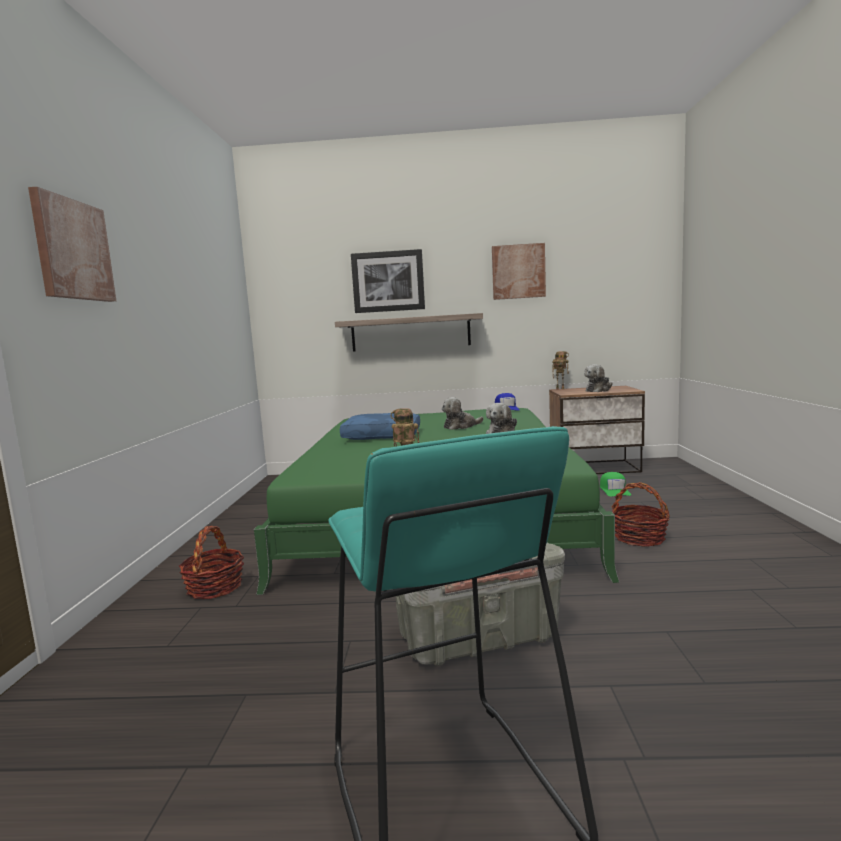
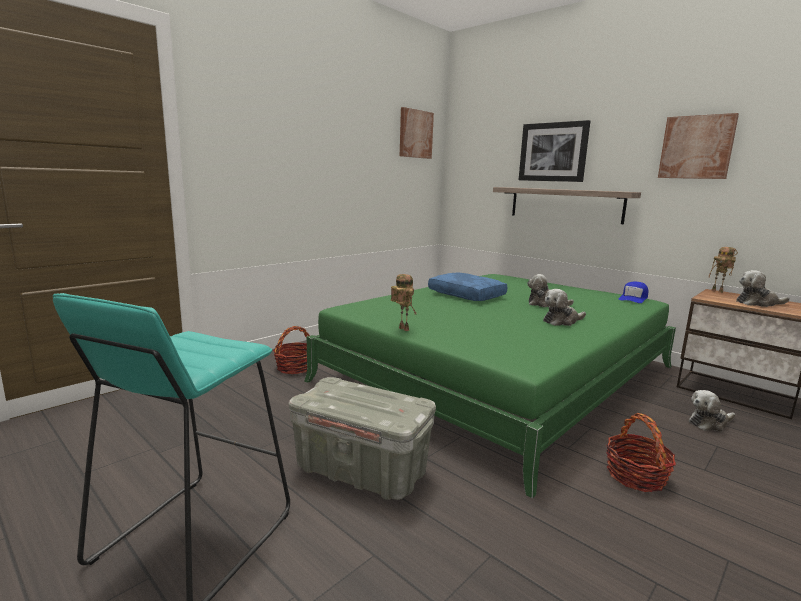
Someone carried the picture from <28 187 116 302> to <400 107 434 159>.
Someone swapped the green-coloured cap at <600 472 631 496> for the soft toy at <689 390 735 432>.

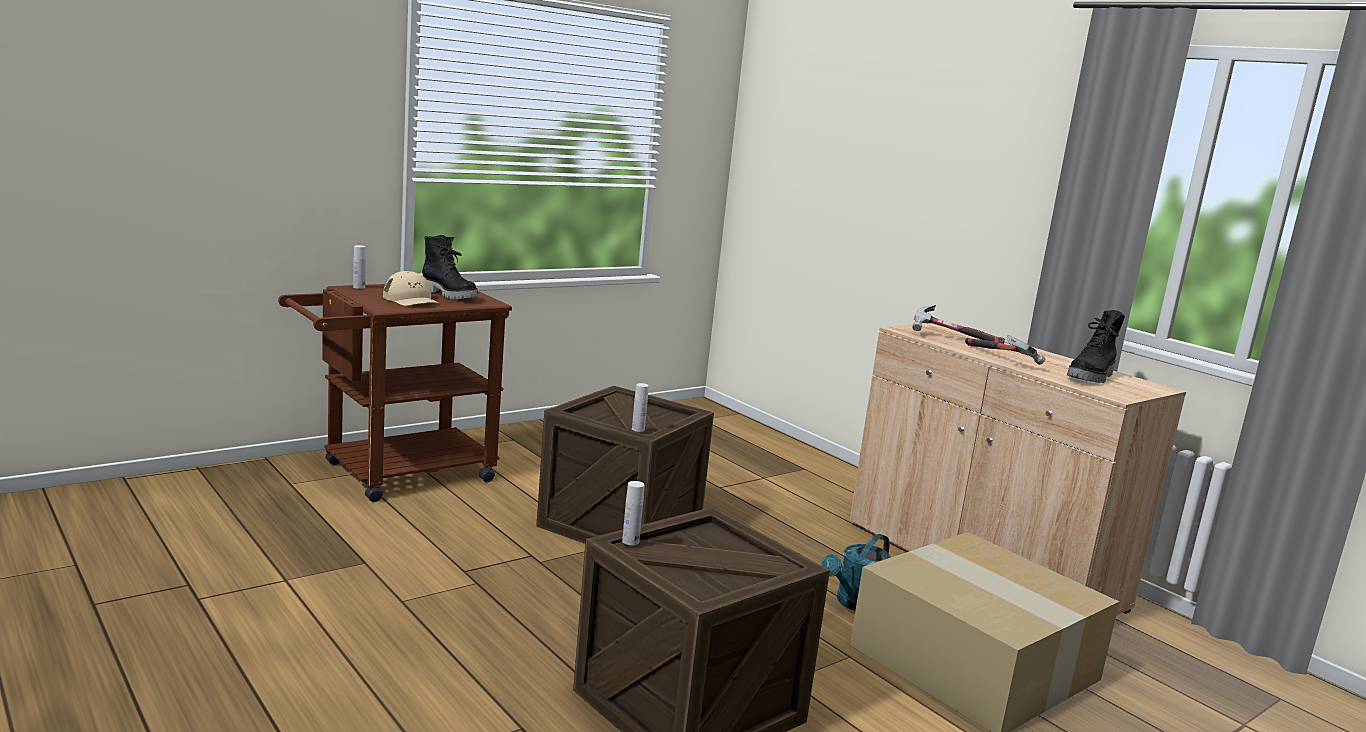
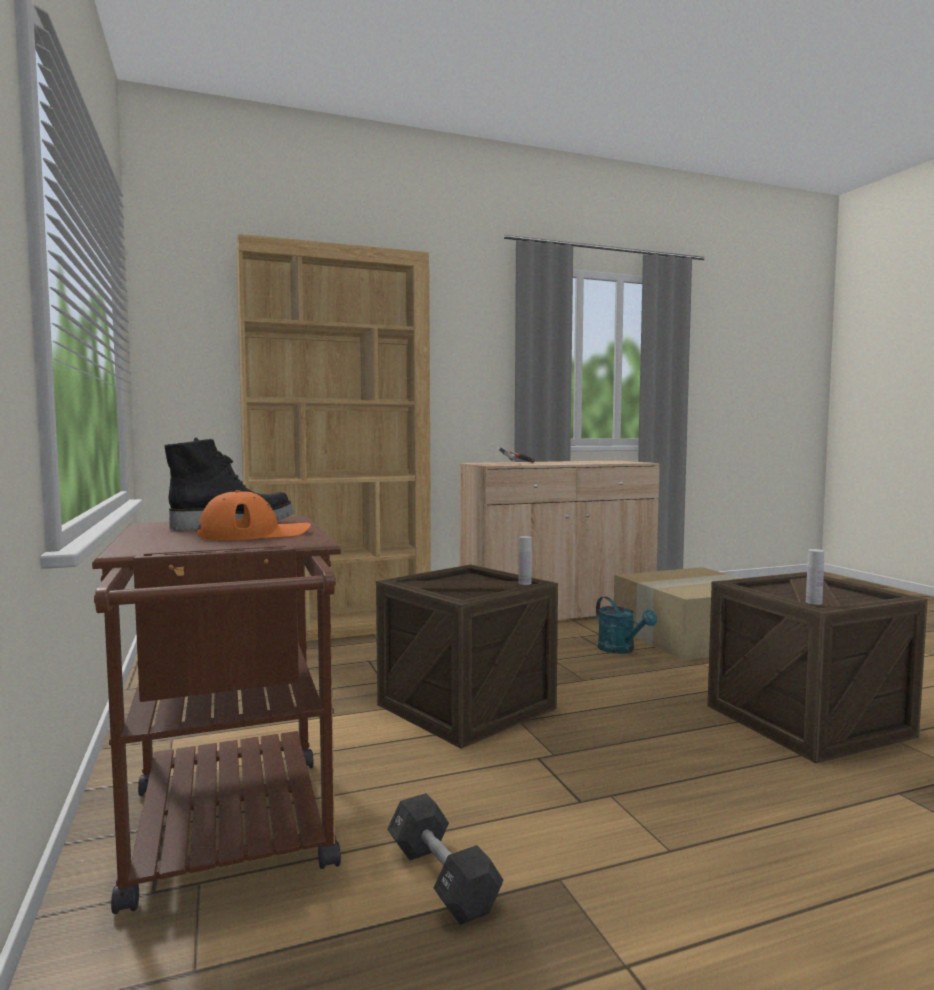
Someone took away the white drink bottle at <353 245 366 289>.
Someone repainted the beige-coloured cap at <383 271 440 306>, which became the orange-coloured cap at <197 490 311 540>.
Someone took away the hammer at <965 335 1045 365>.
Someone took away the blackish tall boot at <1067 310 1125 383>.
Someone put down the brown-coloured shelving unit at <236 234 431 641>.
Someone put down the blackish hand weight at <387 793 504 925>.

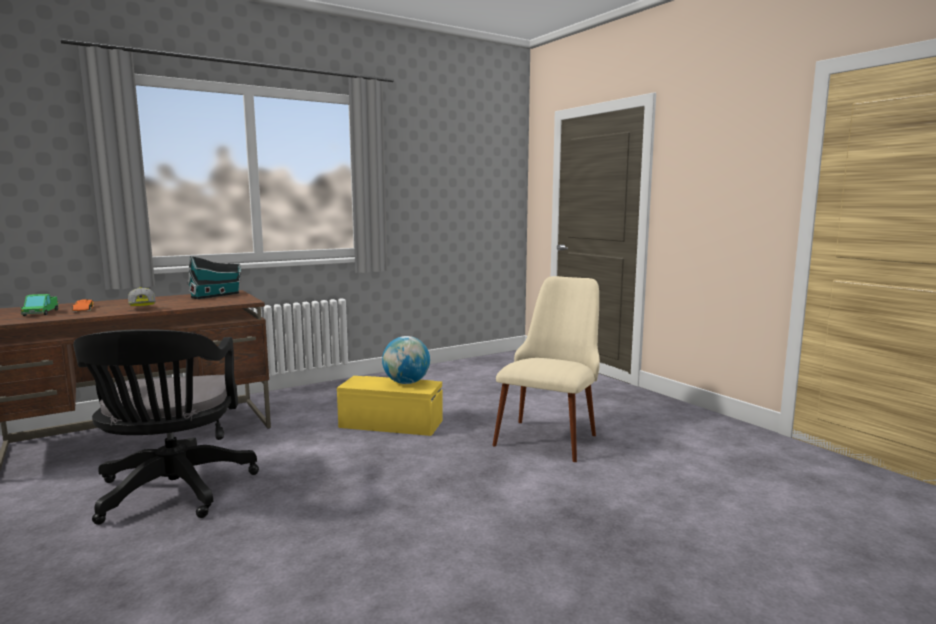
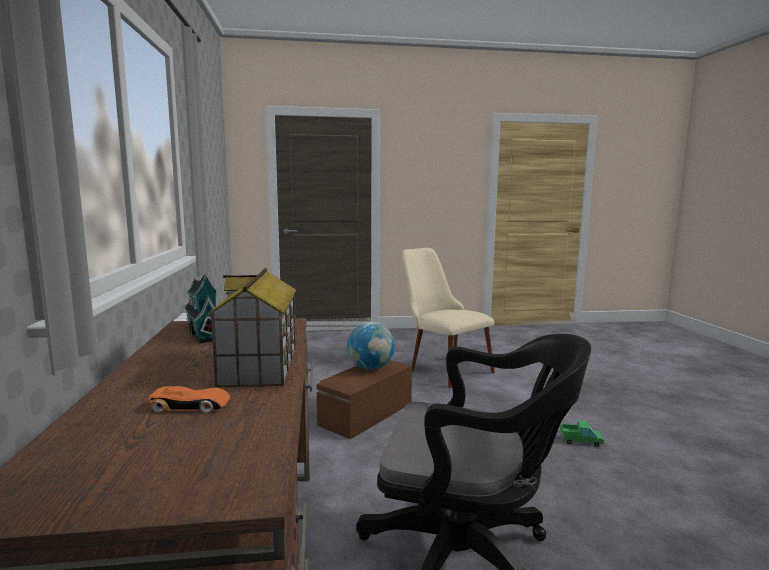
Someone carried the model truck from <21 294 59 316> to <560 420 604 447>.
Someone swapped the cap at <128 287 156 306> for the miniature house at <208 268 297 387>.
Someone repainted the yellow-coloured storage box at <337 376 443 436>, which became the brown-coloured storage box at <316 360 412 439>.

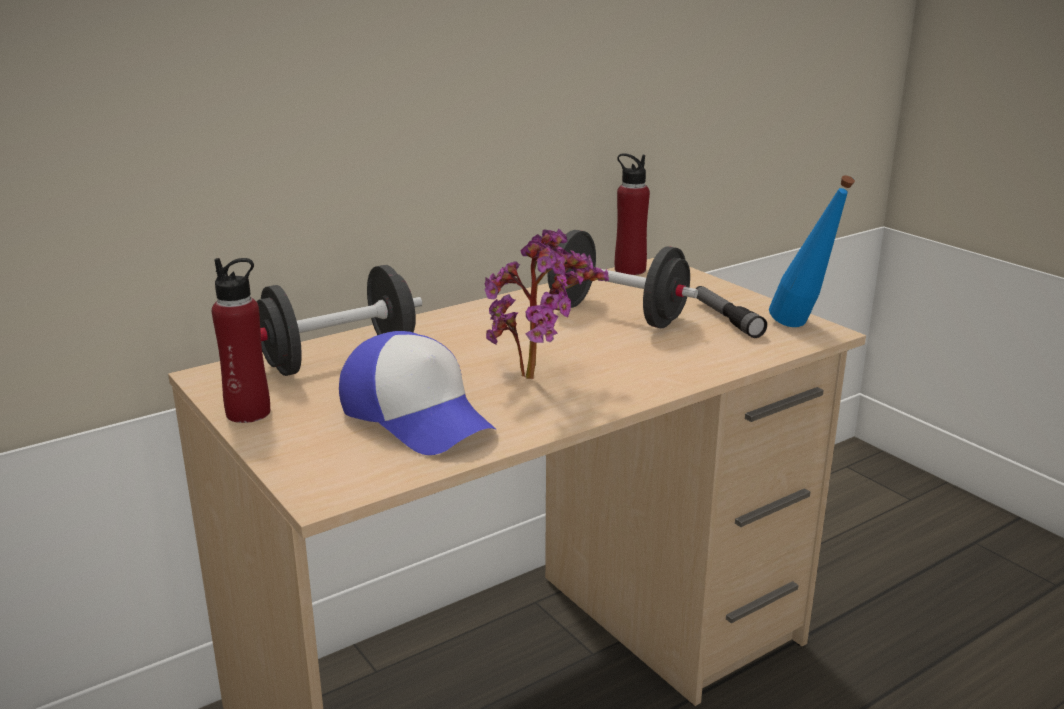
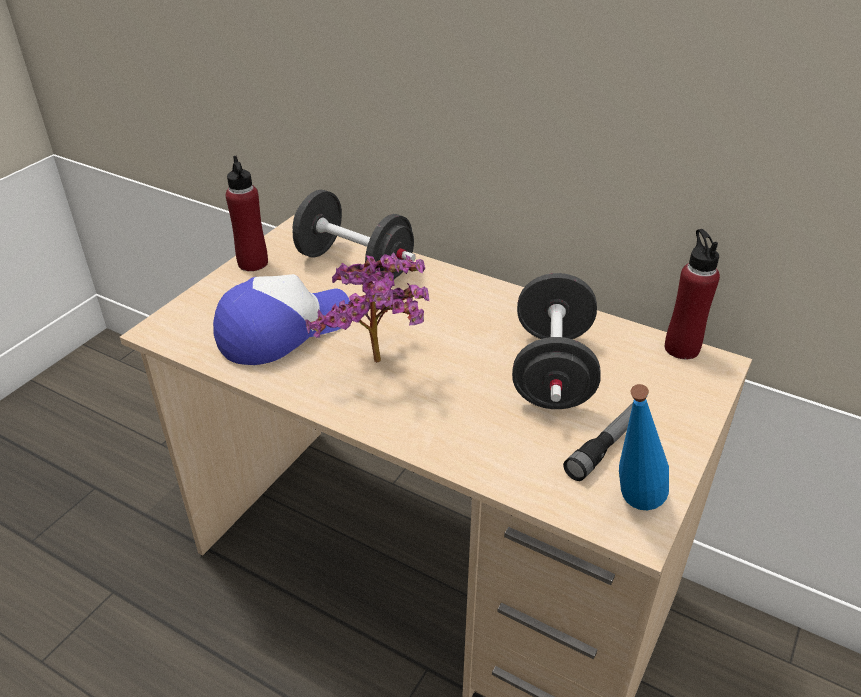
Someone rotated the cap at <339 331 496 455> by 150 degrees counterclockwise.

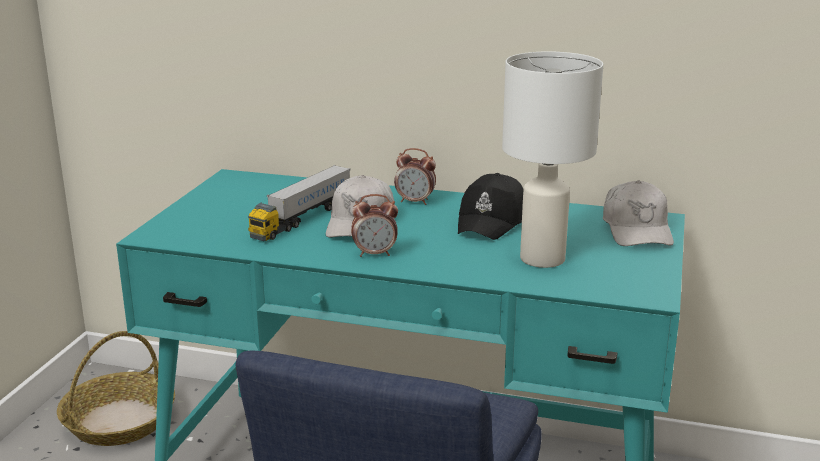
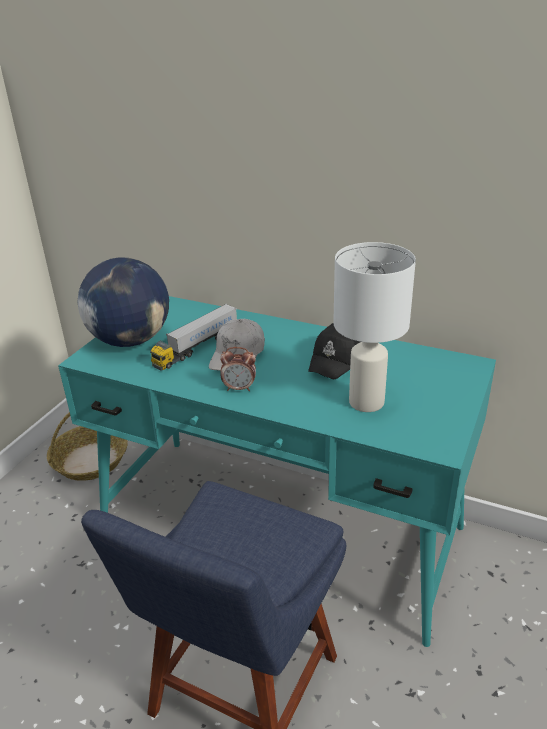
Someone took away the alarm clock at <394 148 436 205>.
Someone took away the white cap at <603 180 674 246>.
Someone put down the desk globe at <78 257 169 347>.

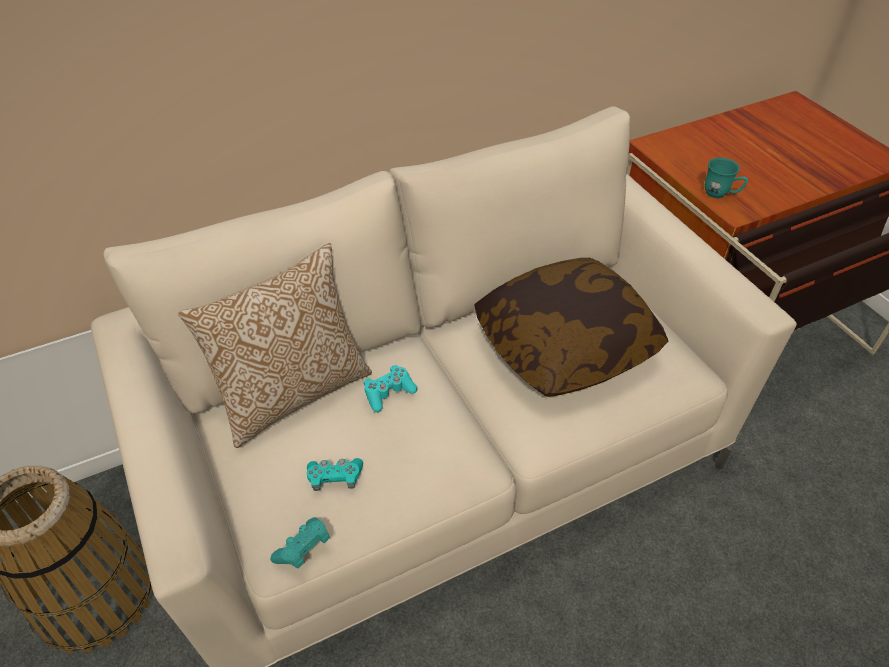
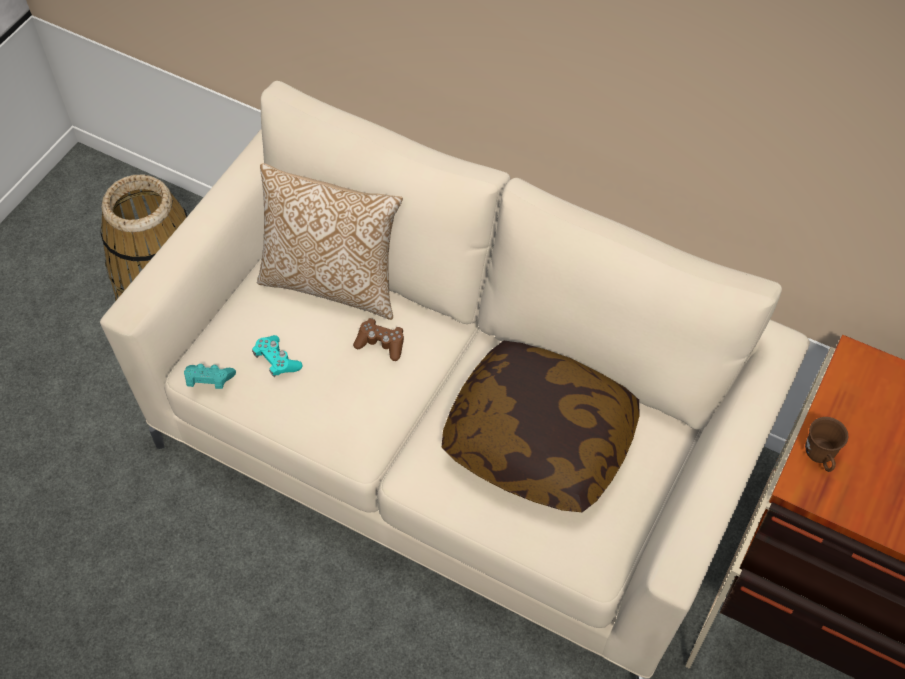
Someone repainted the blue-green gamepad at <364 365 417 412>, which became the brown-coloured gamepad at <353 318 404 361>.
Someone repainted the blue-green mug at <705 158 748 198>, which became the brown-coloured mug at <805 417 848 472>.

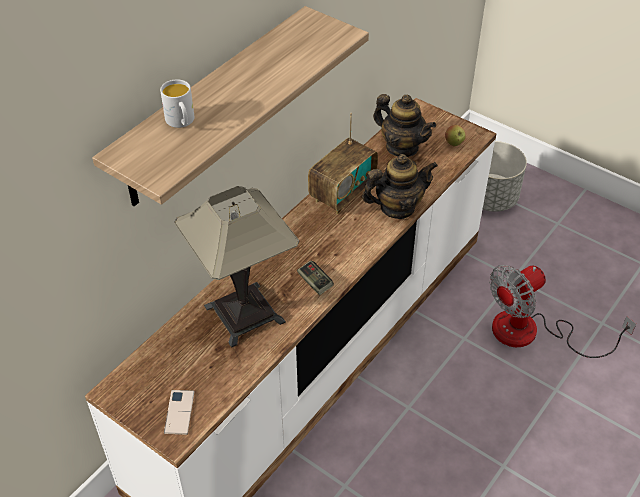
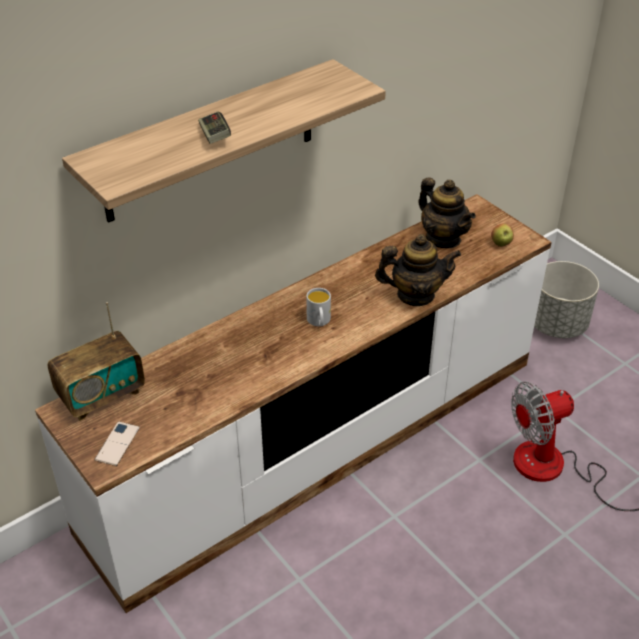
Someone carried the white mug from <160 79 194 128> to <306 288 331 326>.
Someone took away the lamp for a table at <174 186 299 348>.
Someone carried the gamepad from <297 260 334 295> to <198 111 231 144>.
Someone carried the radio from <308 113 378 215> to <48 302 145 421>.

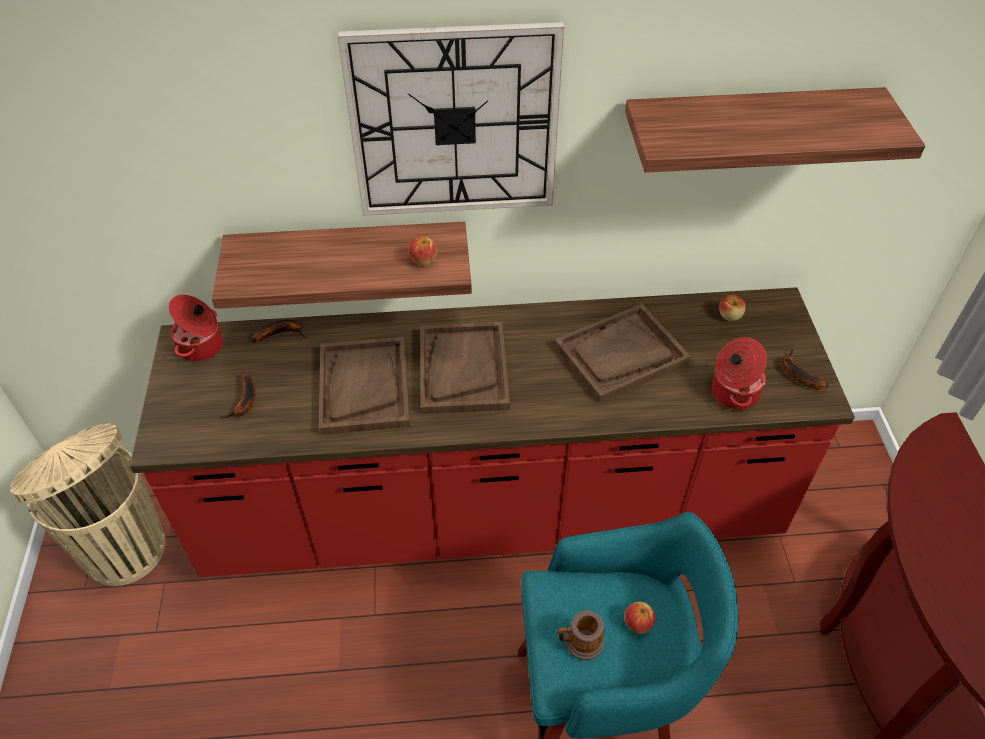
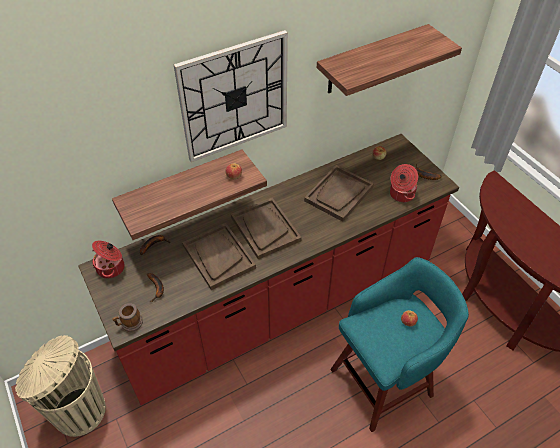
Someone carried the mug from <557 610 604 660> to <112 303 143 332>.

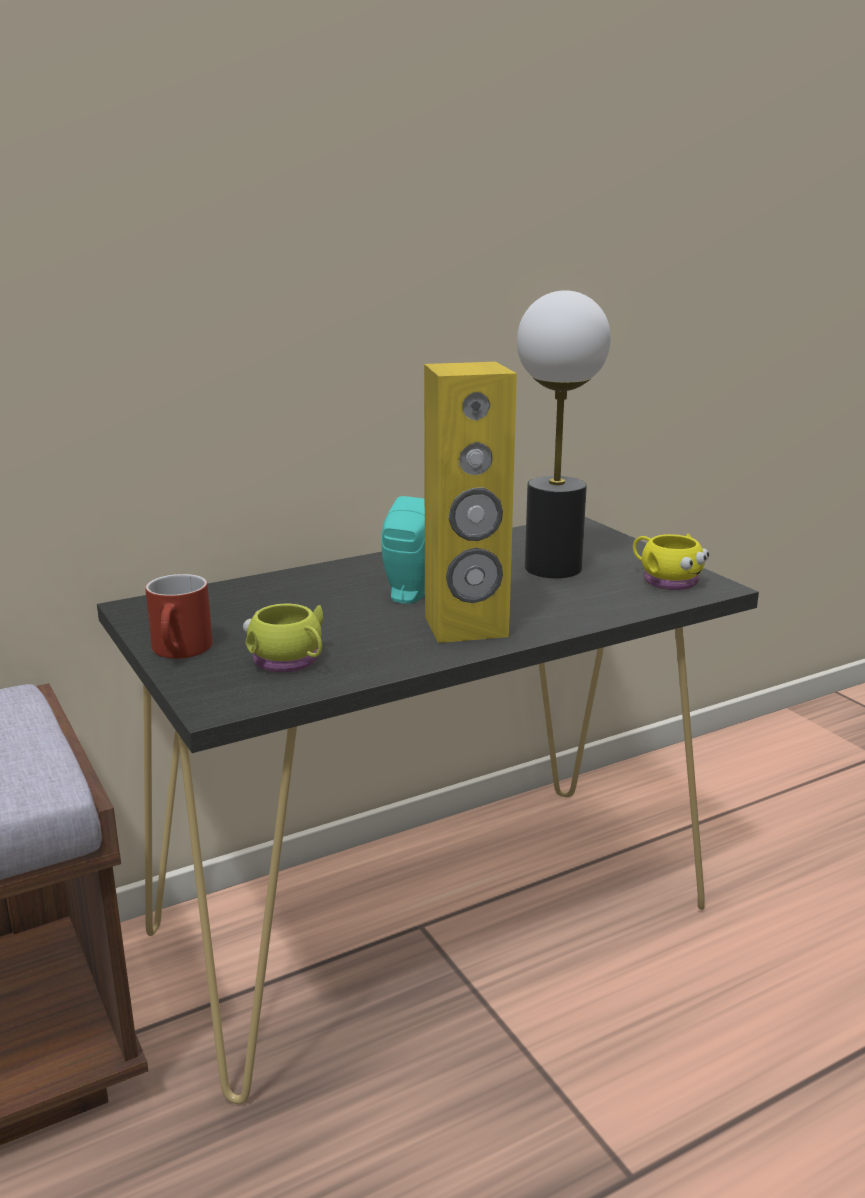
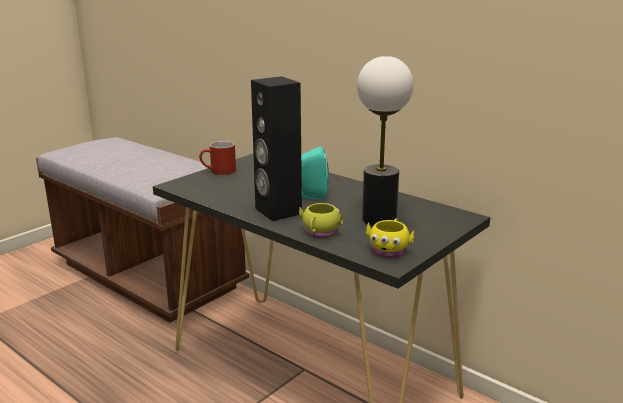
Someone carried the yellow-coloured mug from <243 604 323 673> to <299 203 343 238>.
Someone repainted the yellow-coloured audio speaker at <424 362 517 643>, which became the blackish audio speaker at <251 76 302 221>.

